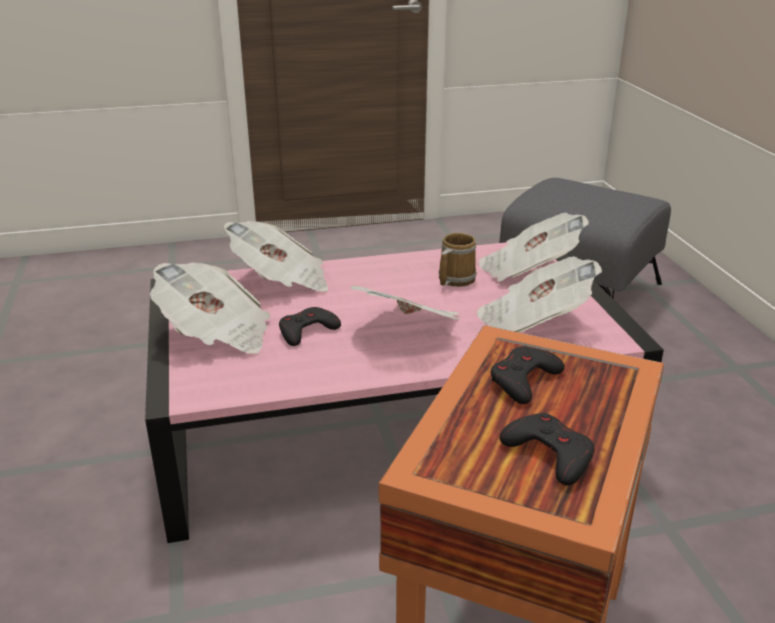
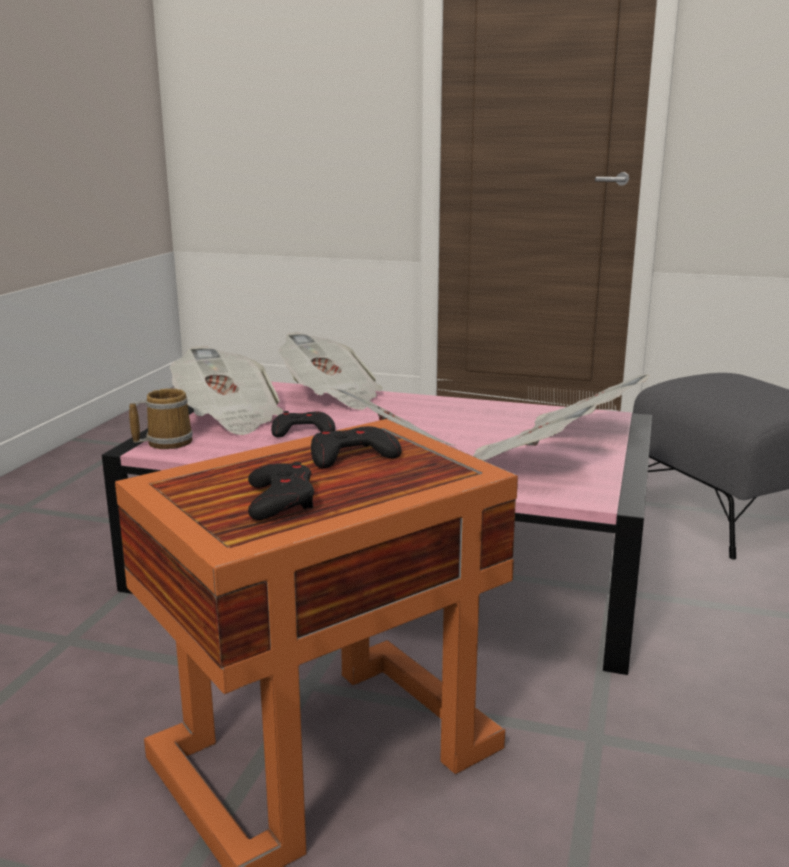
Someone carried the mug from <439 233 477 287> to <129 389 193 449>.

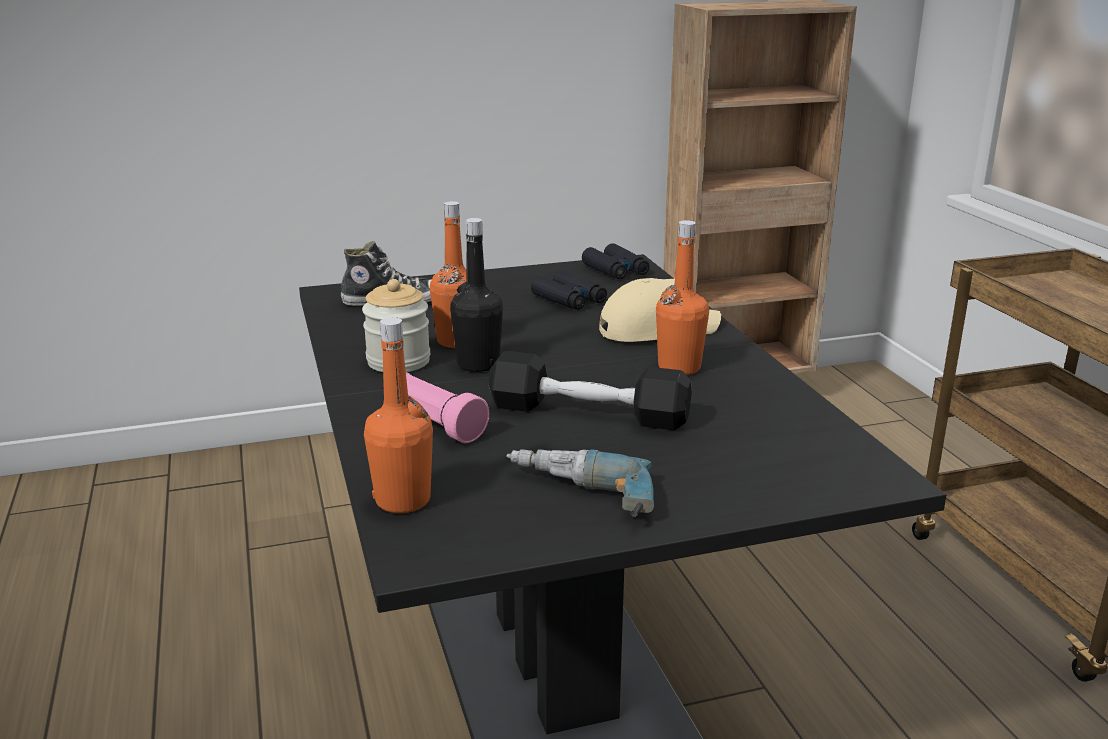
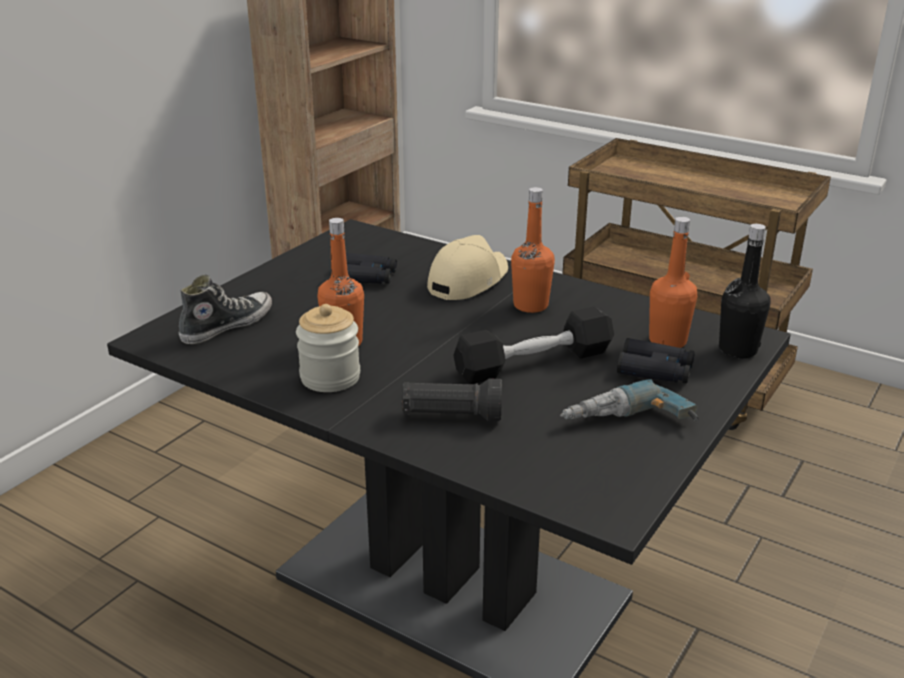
Someone carried the orange-coloured drink bottle from <364 317 433 513> to <649 216 697 348>.
Someone repainted the pink flashlight at <406 372 489 443>, which became the blackish flashlight at <402 379 502 421>.
Someone carried the blackish drink bottle from <450 218 503 372> to <719 224 771 358>.
Someone carried the blackish field glasses from <582 243 650 279> to <617 338 695 383>.

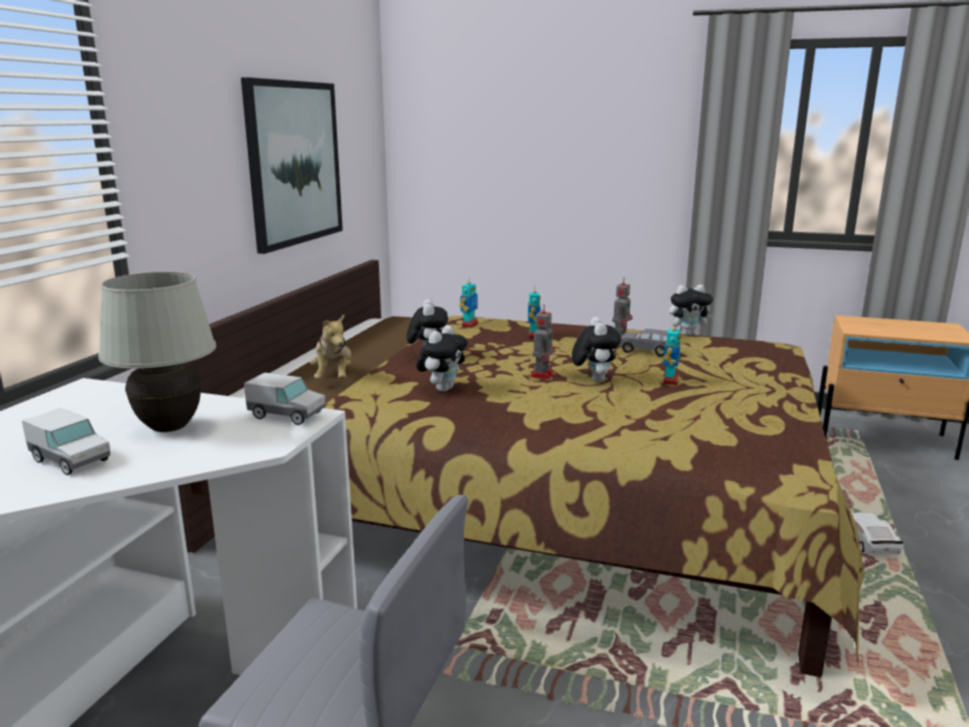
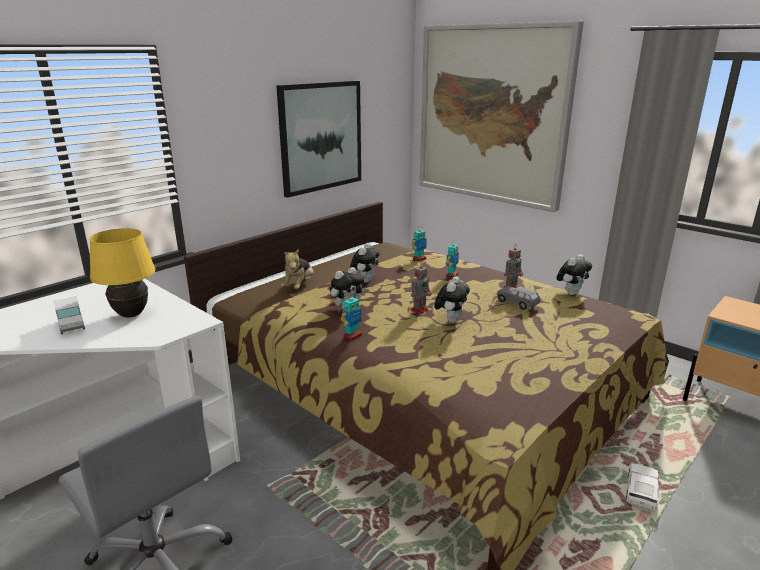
Someone repainted the white lamp for a table at <98 272 216 432>, which became the yellow-coloured lamp for a table at <89 228 156 318>.
Someone took away the model truck at <244 372 326 425>.
Someone carried the toy robot from <663 321 681 386> to <341 293 362 341>.
Someone rotated the soft toy at <669 285 714 336> by 60 degrees counterclockwise.
Someone put up the picture at <420 21 584 212>.

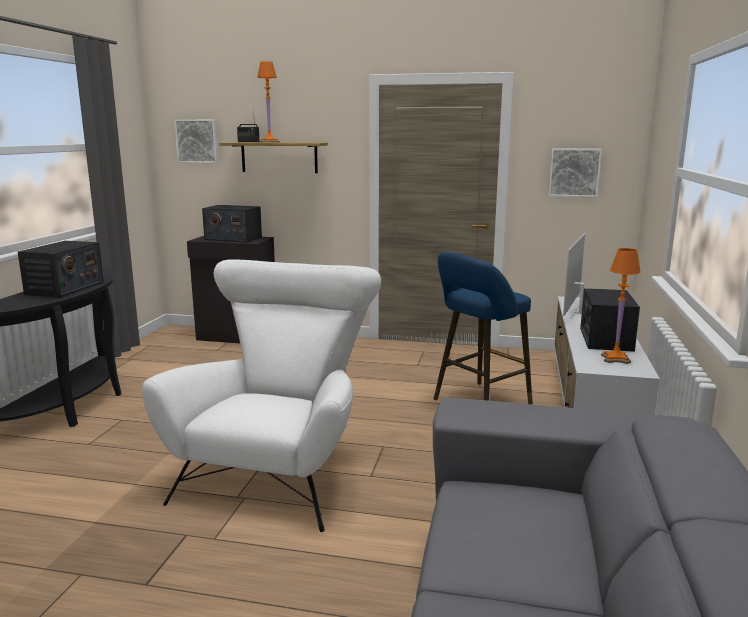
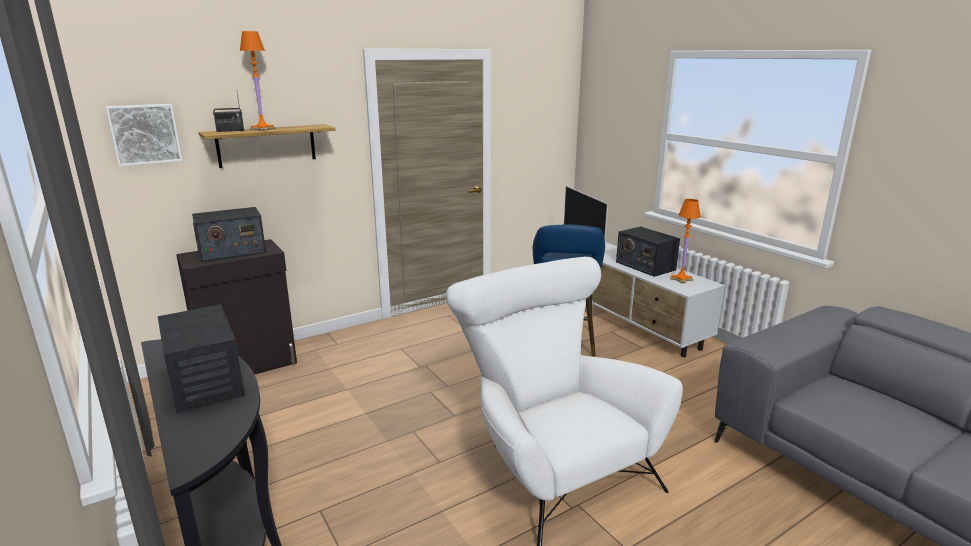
Someone took away the picture at <548 148 602 197>.

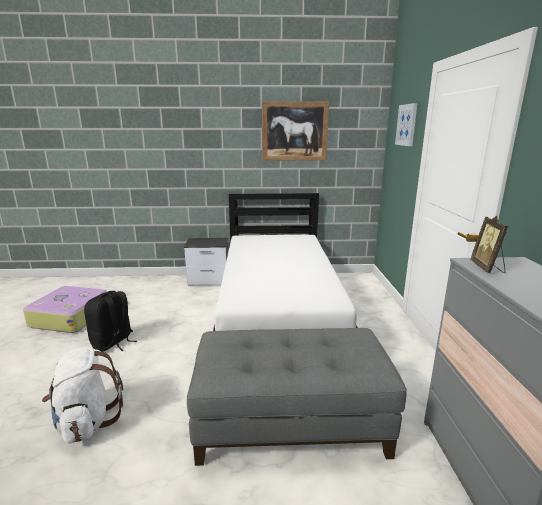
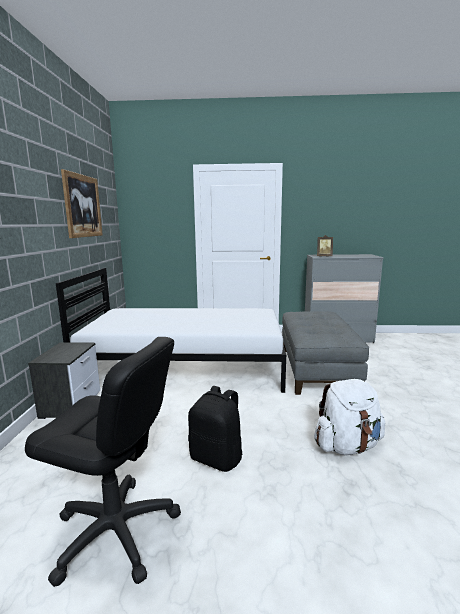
Someone swapped the travel case at <23 286 108 333> for the blackish desk chair at <25 337 181 587>.
Someone took away the picture at <395 103 417 146>.

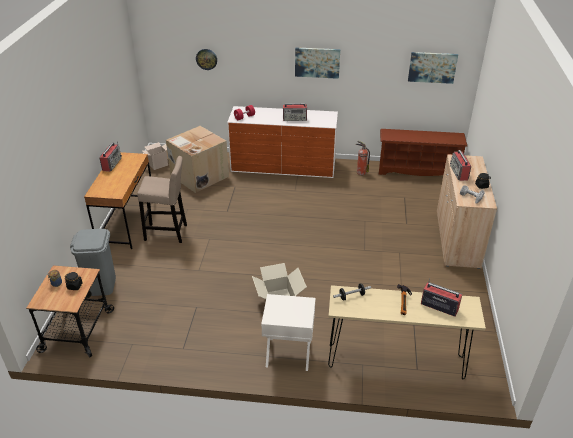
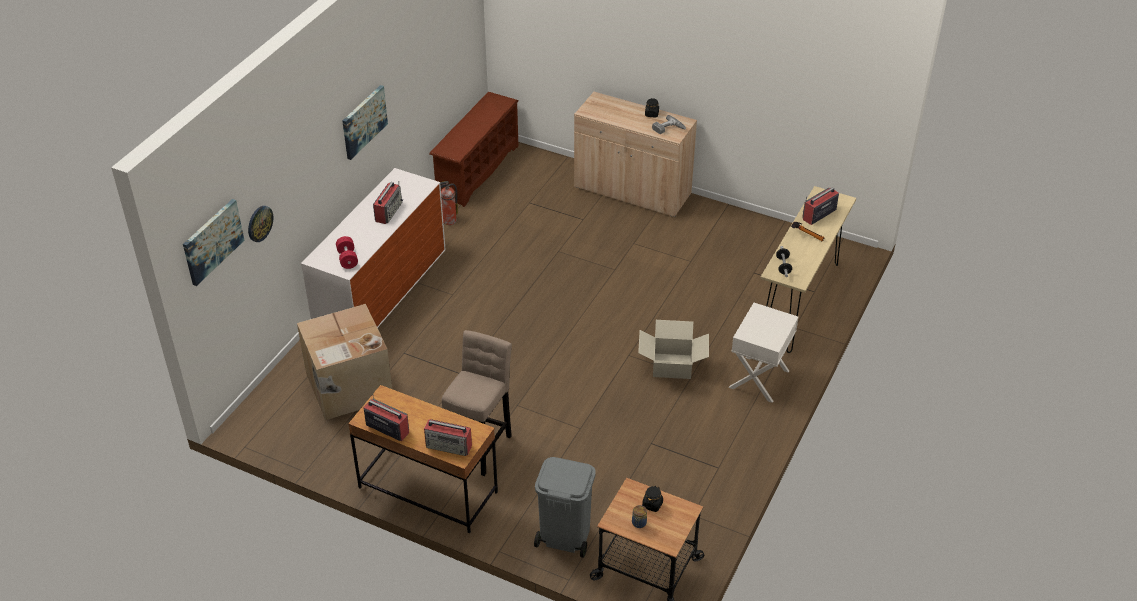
Someone took away the cardboard box at <141 142 168 170>.
Someone carried the picture from <408 52 458 84> to <183 199 244 286>.
Someone carried the radio from <450 150 471 181> to <424 419 472 456>.

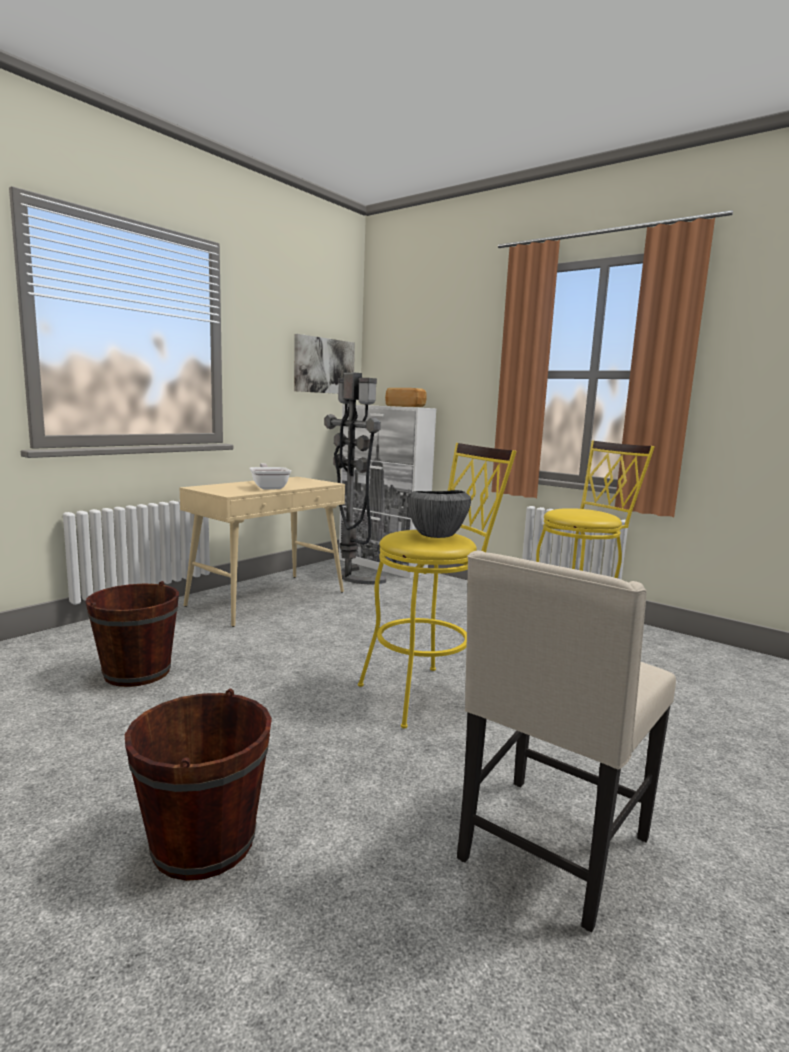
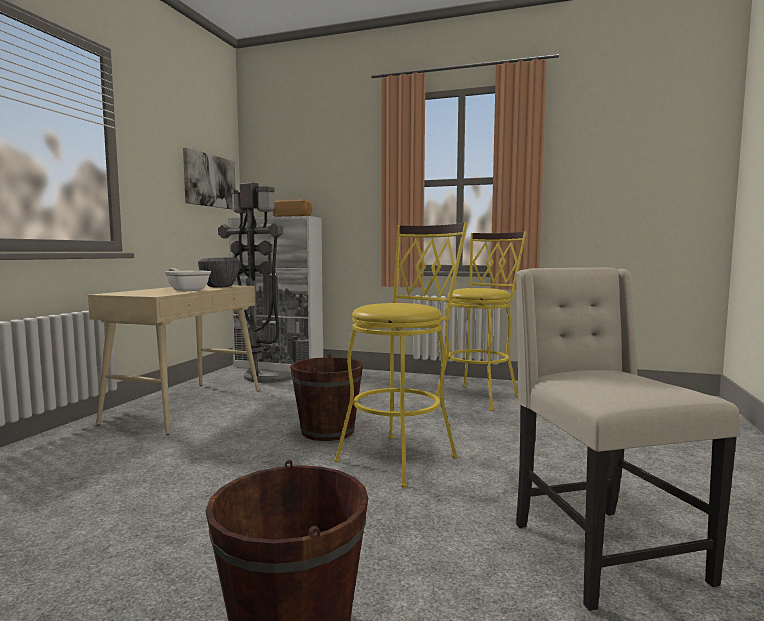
Someone carried the brown-coloured bucket from <85 581 179 687> to <290 354 363 441>.
Someone carried the bowl from <407 490 471 538> to <198 257 241 287>.
Someone rotated the beige-coloured plain chair at <457 551 676 932> by 150 degrees clockwise.

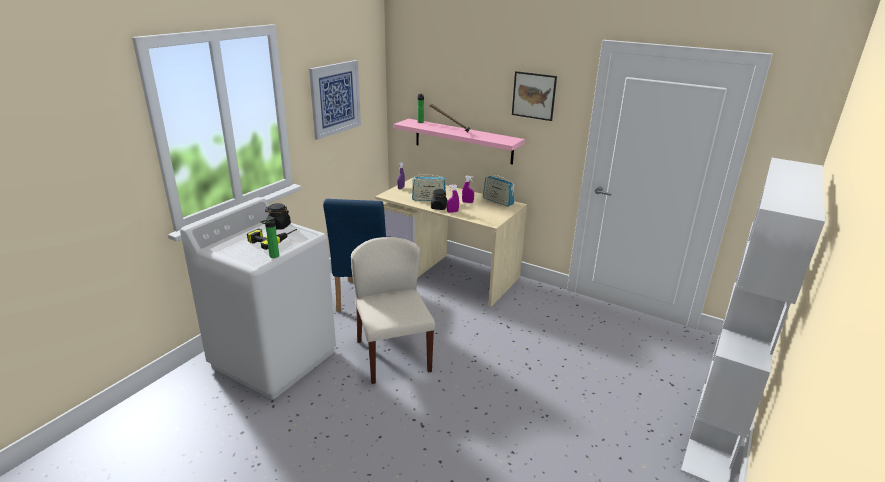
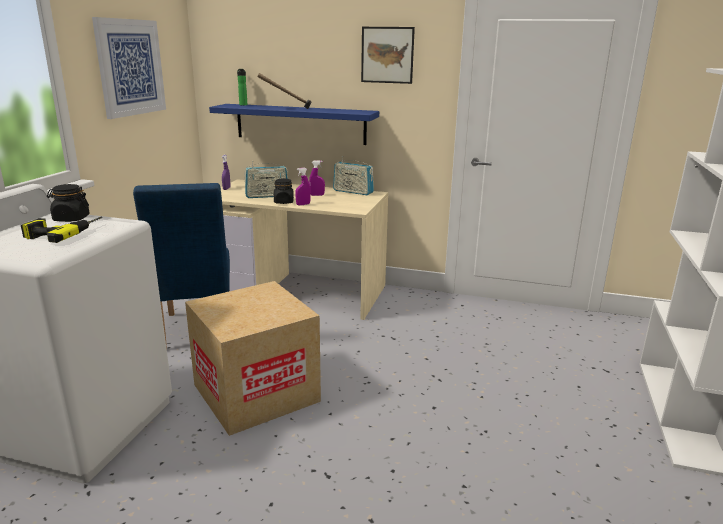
Someone took away the drink bottle at <261 217 279 258>.
Someone swapped the beige-coloured plain chair at <351 237 435 384> for the cardboard box at <185 281 321 436>.
Someone repainted the pink shelf at <394 119 525 165>, which became the bluish shelf at <209 104 379 145>.

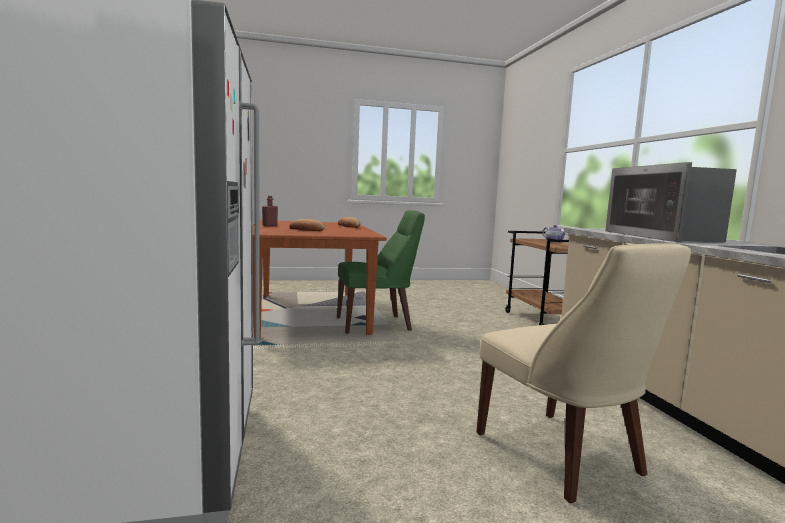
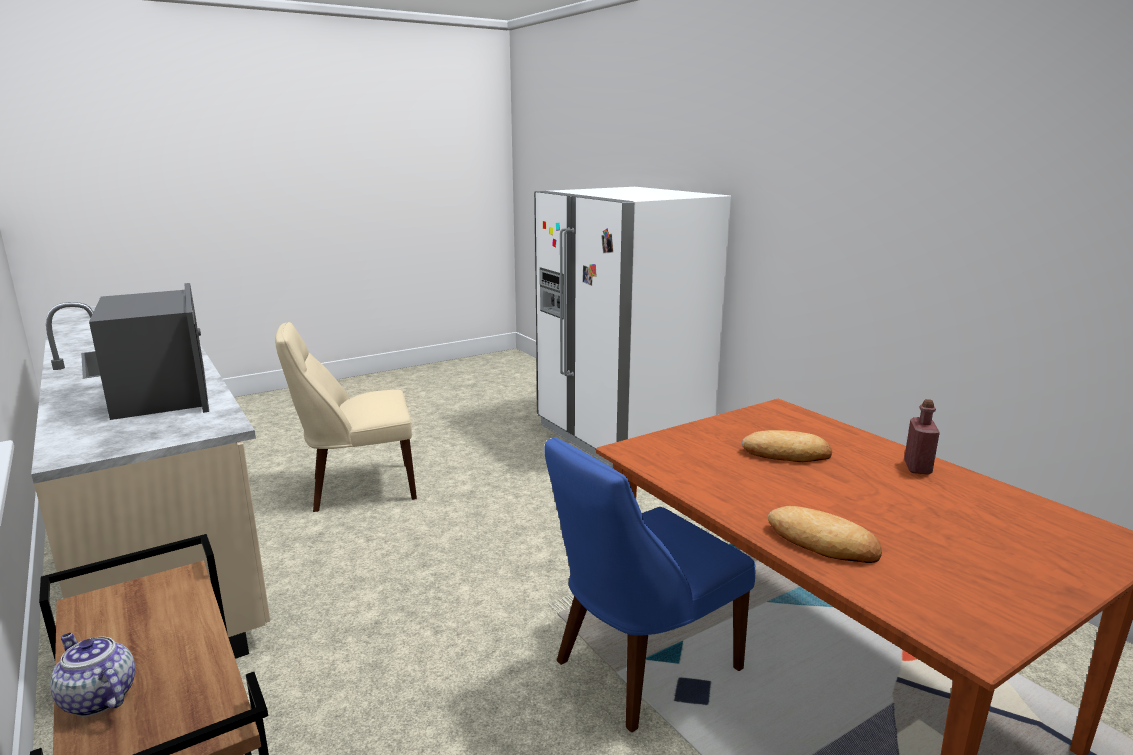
Someone repainted the green-coloured plain chair at <337 211 425 334>, which became the bluish plain chair at <545 437 756 732>.
Someone rotated the beige-coloured plain chair at <477 243 691 503> by 60 degrees counterclockwise.

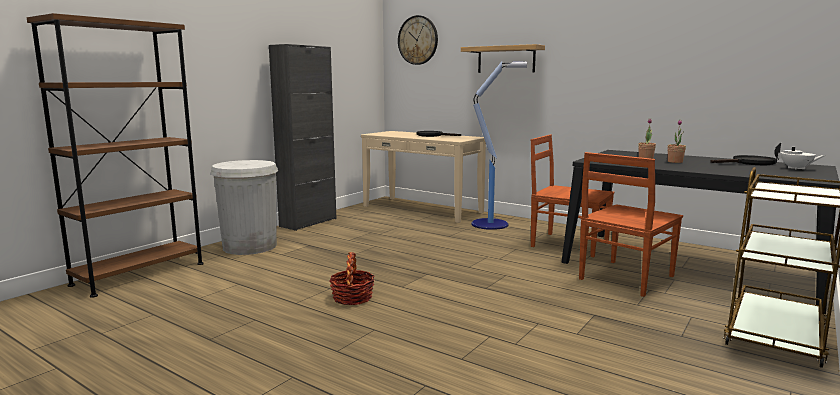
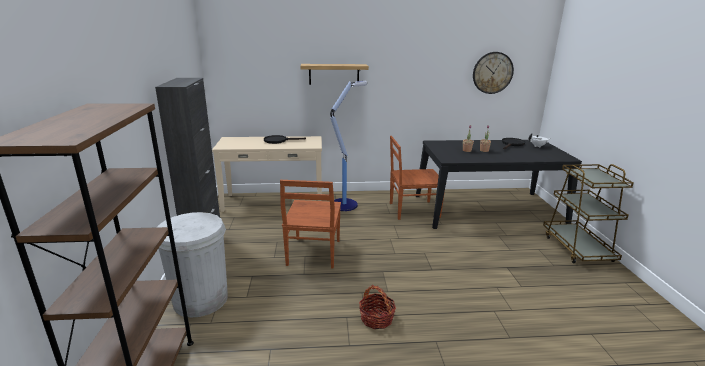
Someone carried the clock on the wall from <398 15 438 65> to <473 52 514 94>.
Someone carried the brown-coloured plain chair from <579 152 683 297> to <280 180 341 269>.

